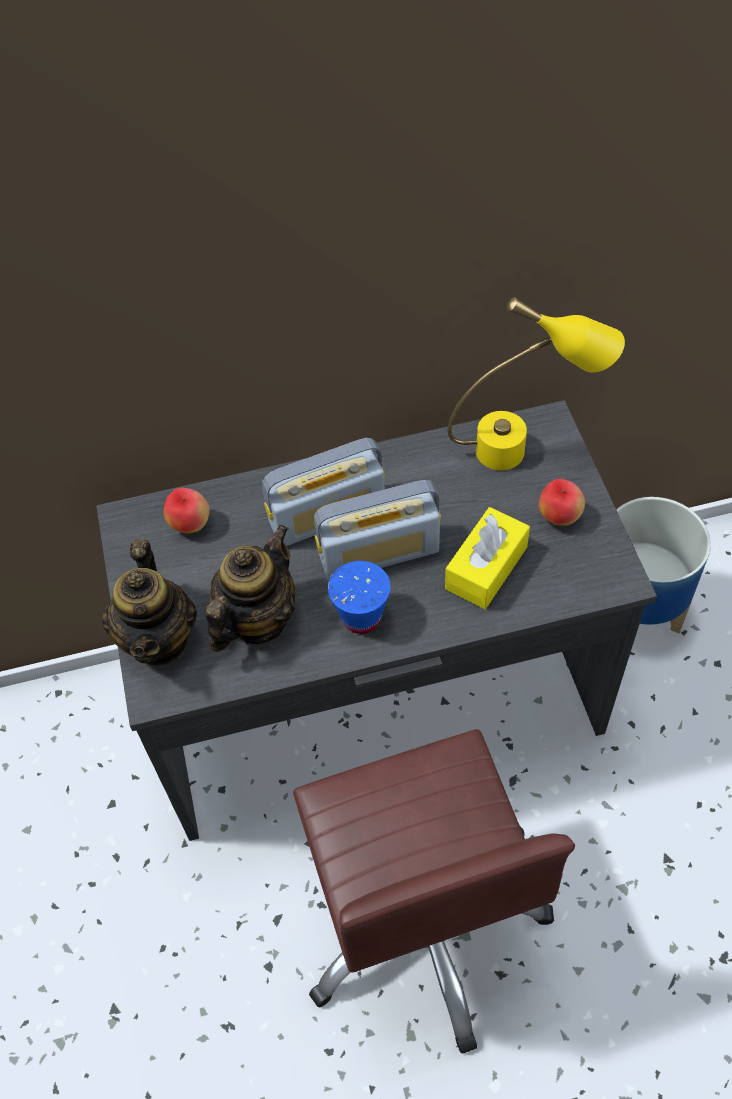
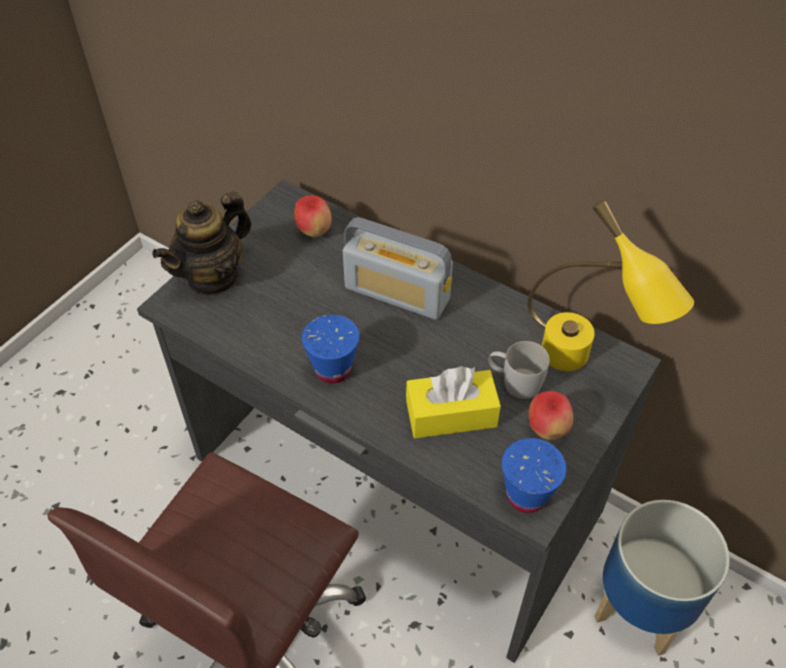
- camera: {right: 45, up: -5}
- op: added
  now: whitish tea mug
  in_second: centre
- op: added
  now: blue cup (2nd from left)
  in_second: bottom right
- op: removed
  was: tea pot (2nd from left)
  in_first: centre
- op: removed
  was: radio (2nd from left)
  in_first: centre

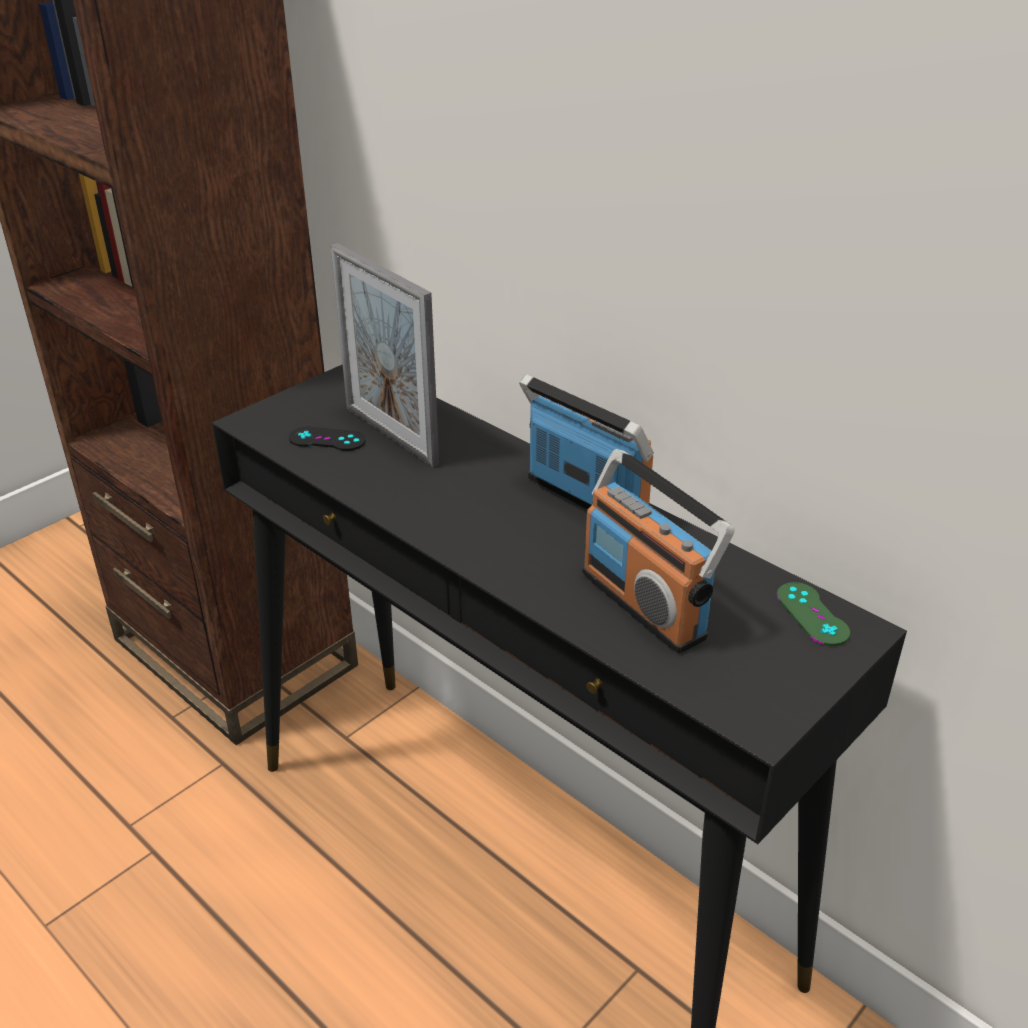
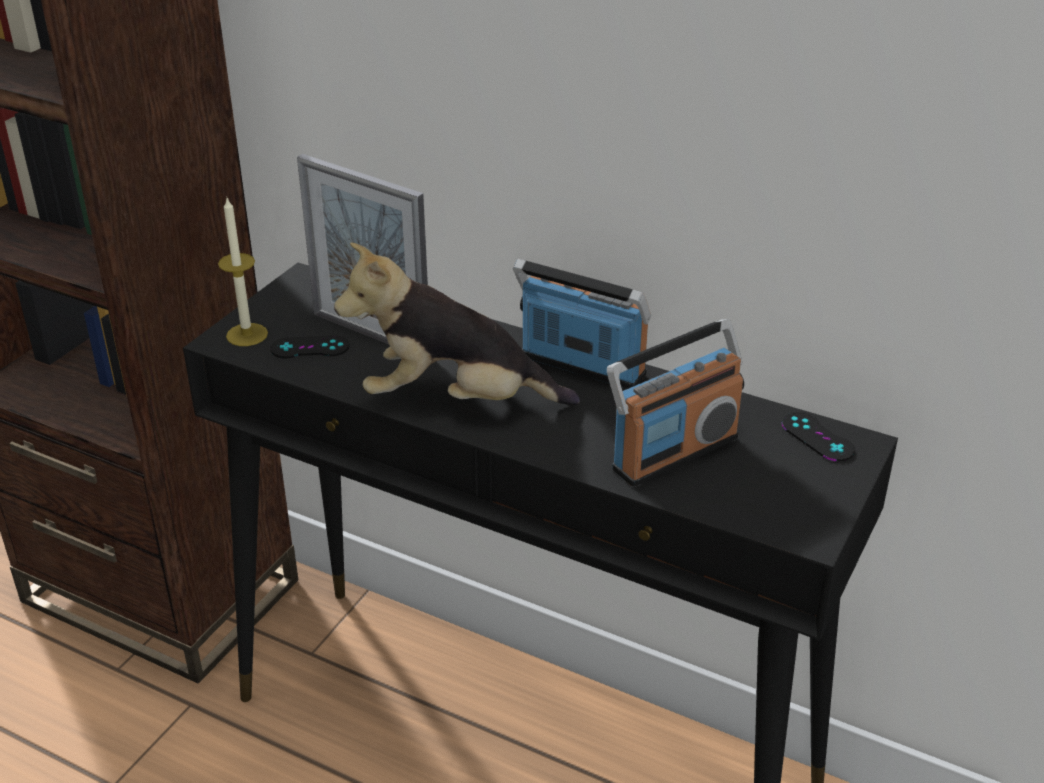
- camera: {right: -15, up: 0}
- op: added
  now: candle
  in_second: middle left
- op: added
  now: plush toy
  in_second: centre
- op: turned
  was: radio (2nd from left)
  in_first: centre
  in_second: centre
  clockwise: -75
- op: recoloured
  was: green-coloured joypad
  now: black-coloured joypad (2nd from left)
  in_first: middle right
  in_second: middle right

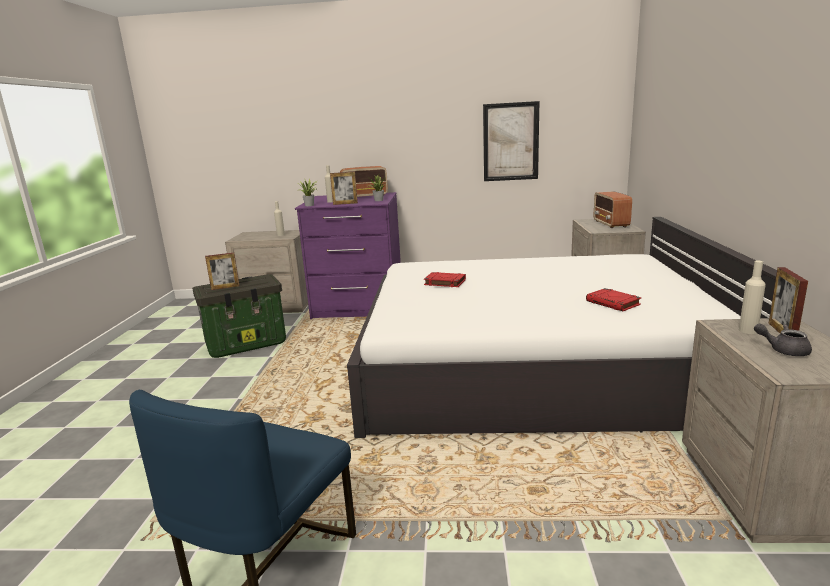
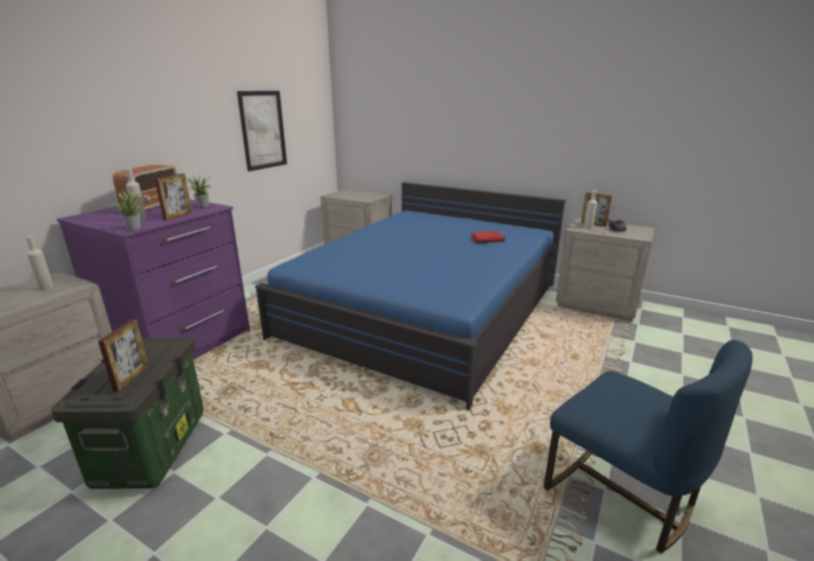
- camera: {right: -65, up: 5}
- op: recoloured
  was: whitish bedroom bed
  now: blue bedroom bed
  in_first: middle right
  in_second: centre
- op: removed
  was: red-coloured bound book (1st from left)
  in_first: centre
- op: removed
  was: radio (2nd from left)
  in_first: middle right

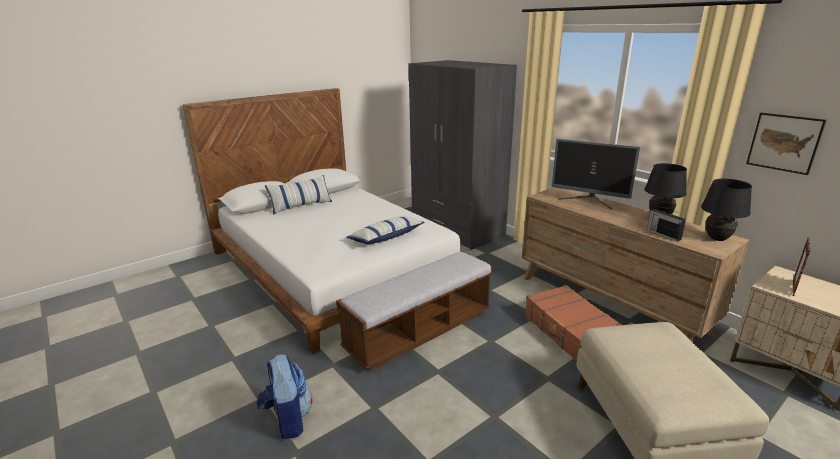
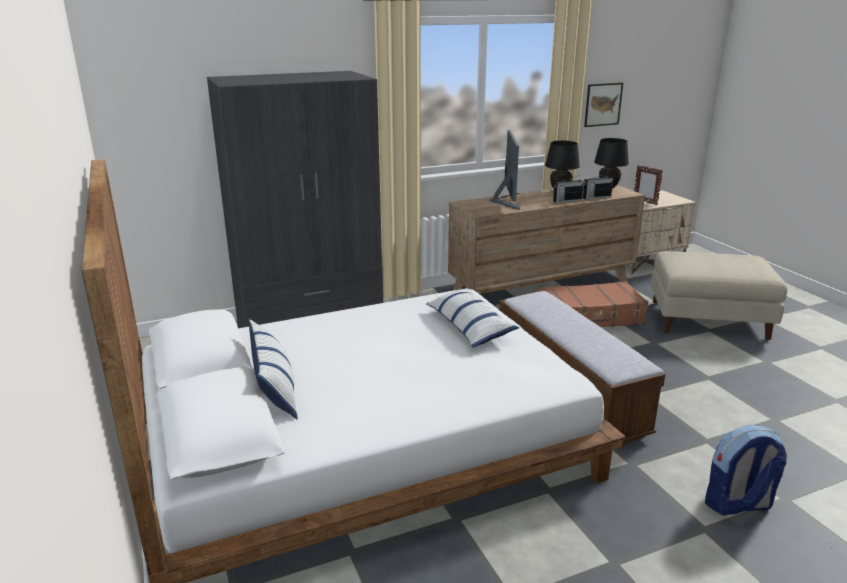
- camera: {right: -75, up: 0}
- op: turned
  was: monitor
  in_first: middle right
  in_second: top centre
  clockwise: -45
- op: added
  now: radio (1st from left)
  in_second: top right

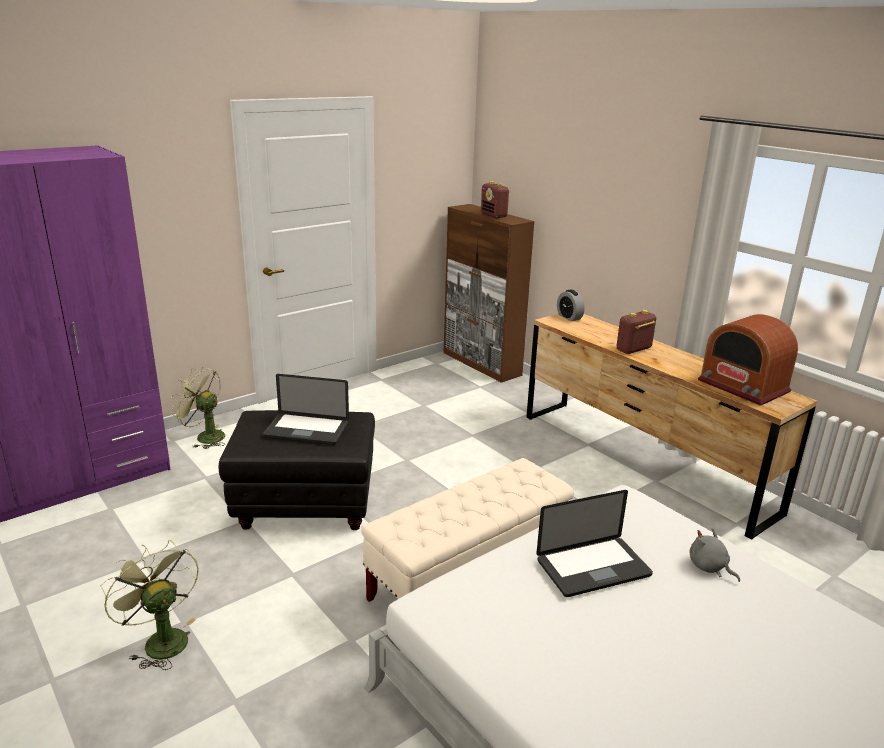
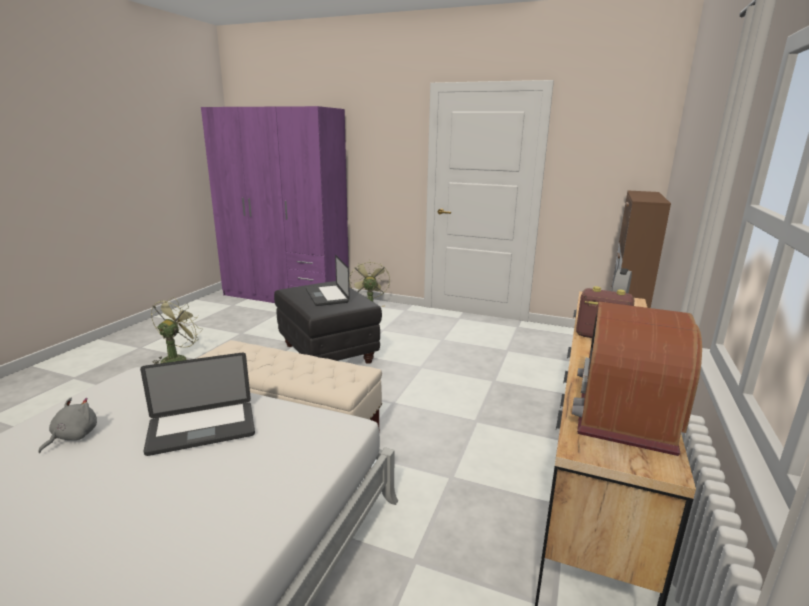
- camera: {right: 60, up: -5}
- op: moved
  was: grey plush toy
  in_first: bottom right
  in_second: bottom left
- op: turned
  was: laptop (2nd from left in the first image)
  in_first: bottom right
  in_second: bottom left
  clockwise: -60
- op: removed
  was: radio (1st from left)
  in_first: top centre

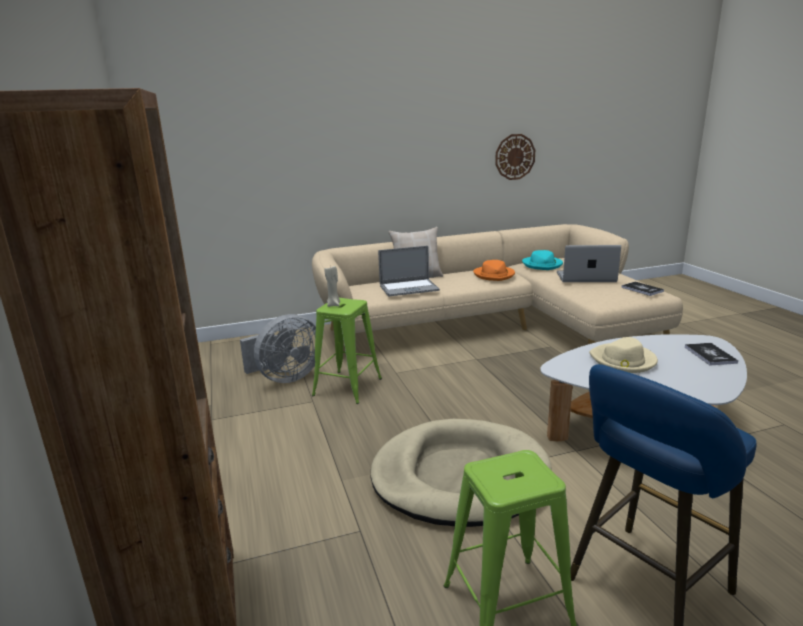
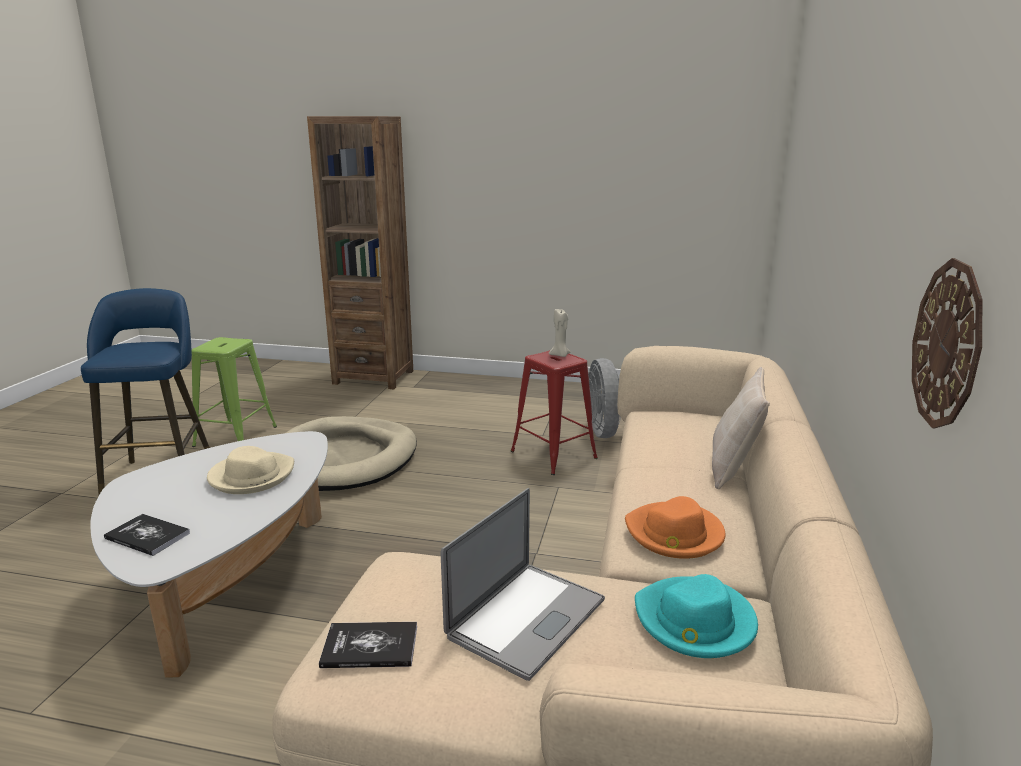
- camera: {right: 120, up: 0}
- op: recoloured
  was: green-coloured stool seat (1st from left)
  now: red-coloured stool seat
  in_first: centre
  in_second: centre
- op: removed
  was: laptop (1st from left)
  in_first: centre

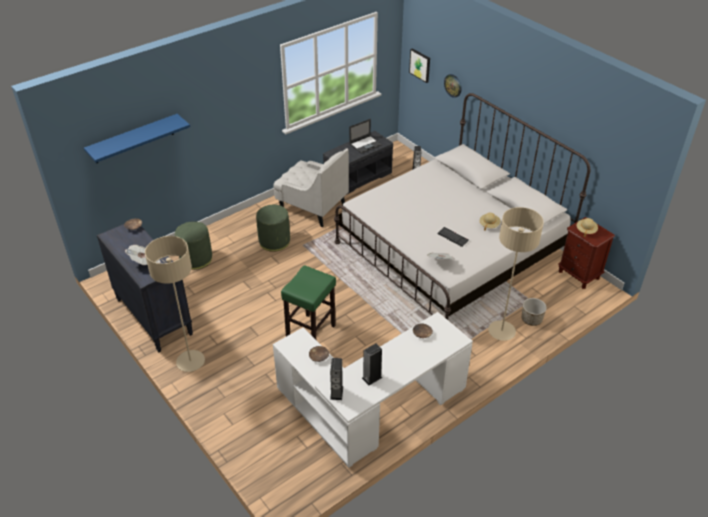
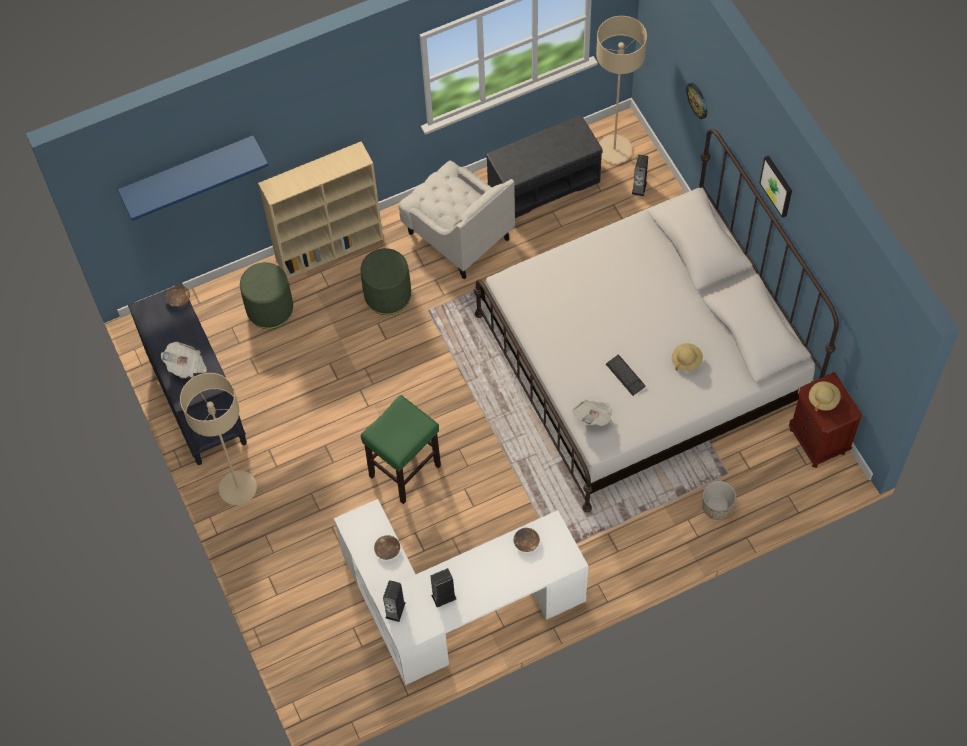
- camera: {right: 15, up: 20}
- op: added
  now: beige shelving unit
  in_second: top left
- op: moved
  was: beige standard lamp (2nd from left)
  in_first: middle right
  in_second: top centre
- op: moved
  was: wall picture
  in_first: top centre
  in_second: top right
- op: removed
  was: laptop
  in_first: top centre

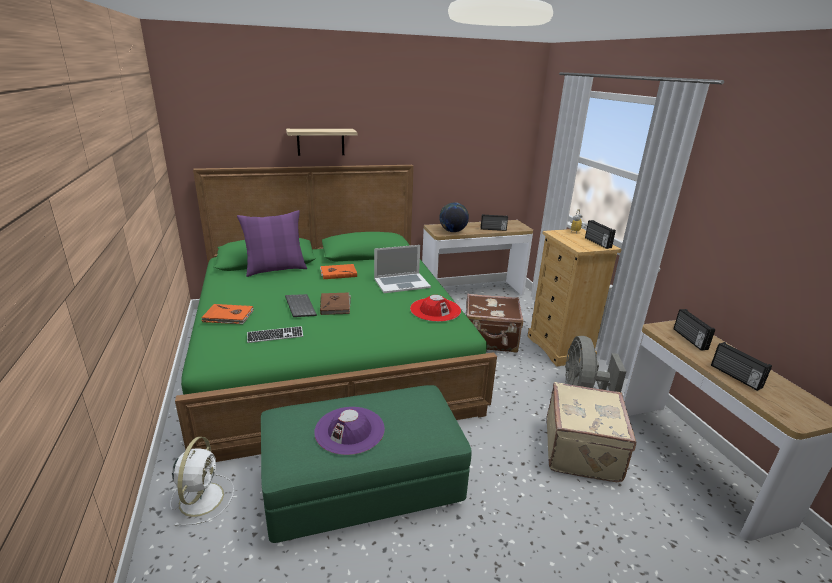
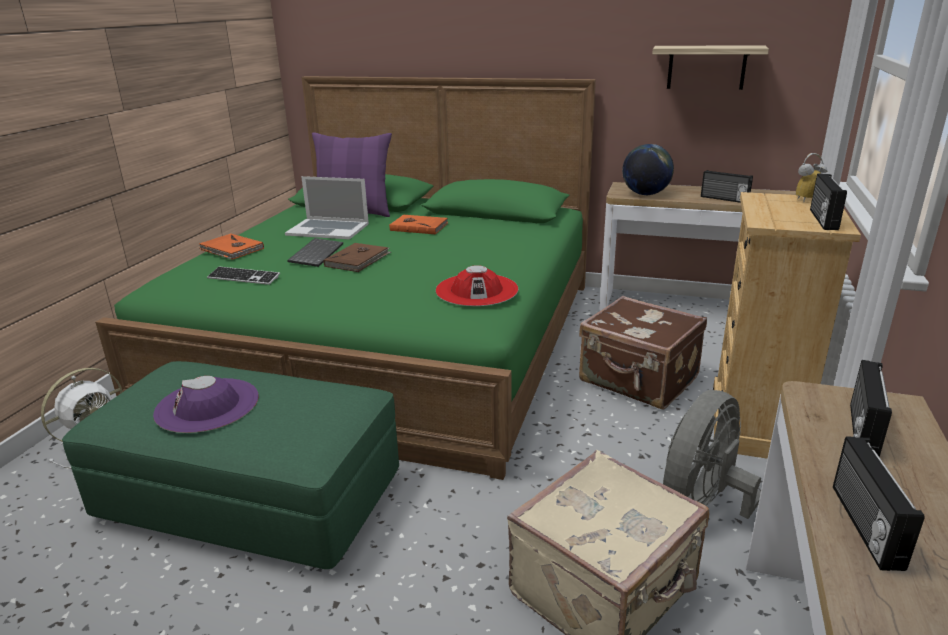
- camera: {right: 35, up: 0}
- op: moved
  was: laptop
  in_first: centre
  in_second: top centre
- op: moved
  was: bracket shelf
  in_first: top centre
  in_second: top right

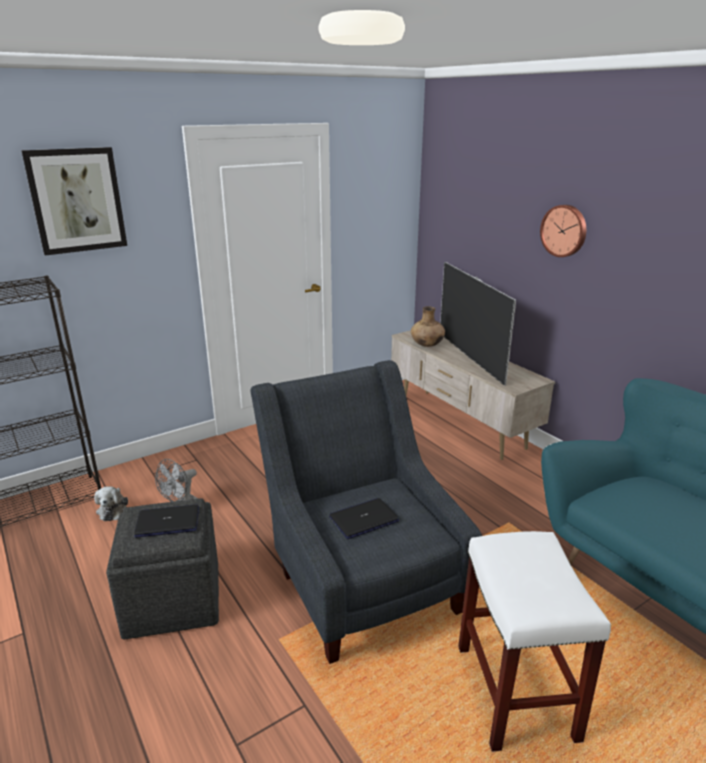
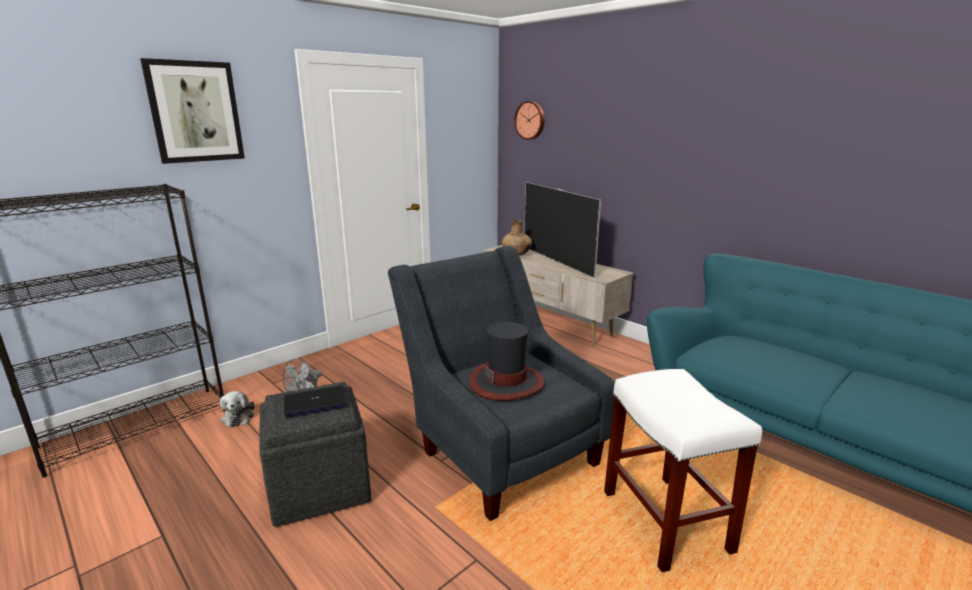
- camera: {right: -10, up: -5}
- op: replaced
  was: laptop (2nd from left)
  now: clothing hat
  in_first: bottom centre
  in_second: centre
- op: moved
  was: clock on the wall
  in_first: top right
  in_second: top centre

